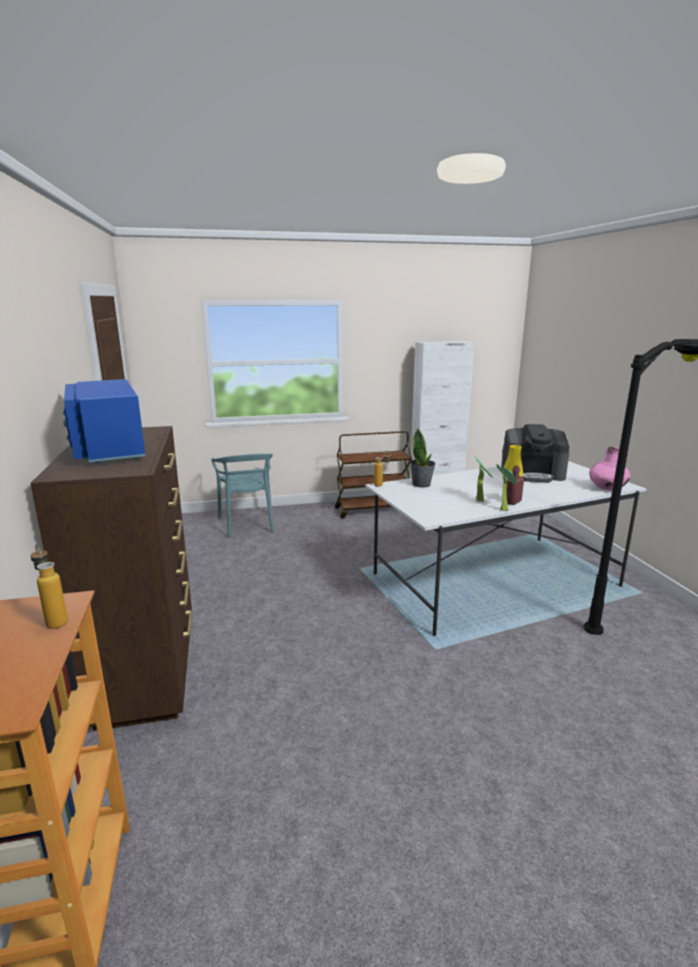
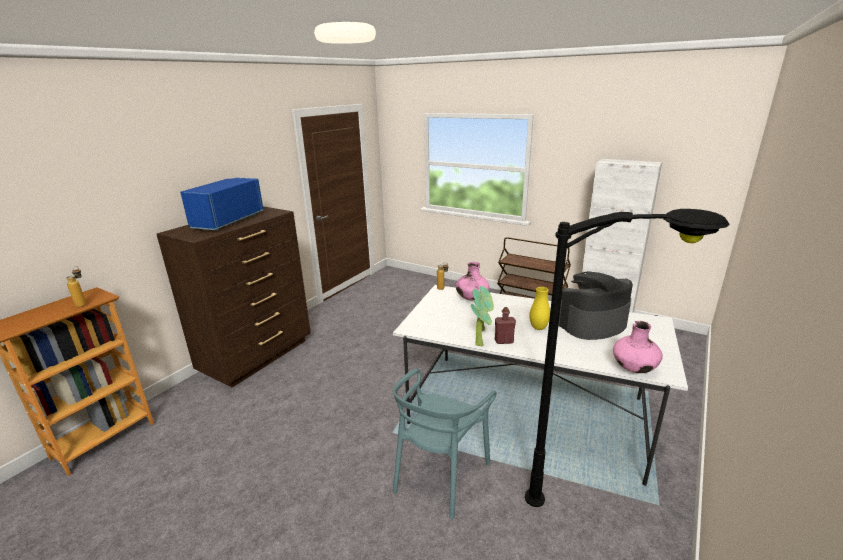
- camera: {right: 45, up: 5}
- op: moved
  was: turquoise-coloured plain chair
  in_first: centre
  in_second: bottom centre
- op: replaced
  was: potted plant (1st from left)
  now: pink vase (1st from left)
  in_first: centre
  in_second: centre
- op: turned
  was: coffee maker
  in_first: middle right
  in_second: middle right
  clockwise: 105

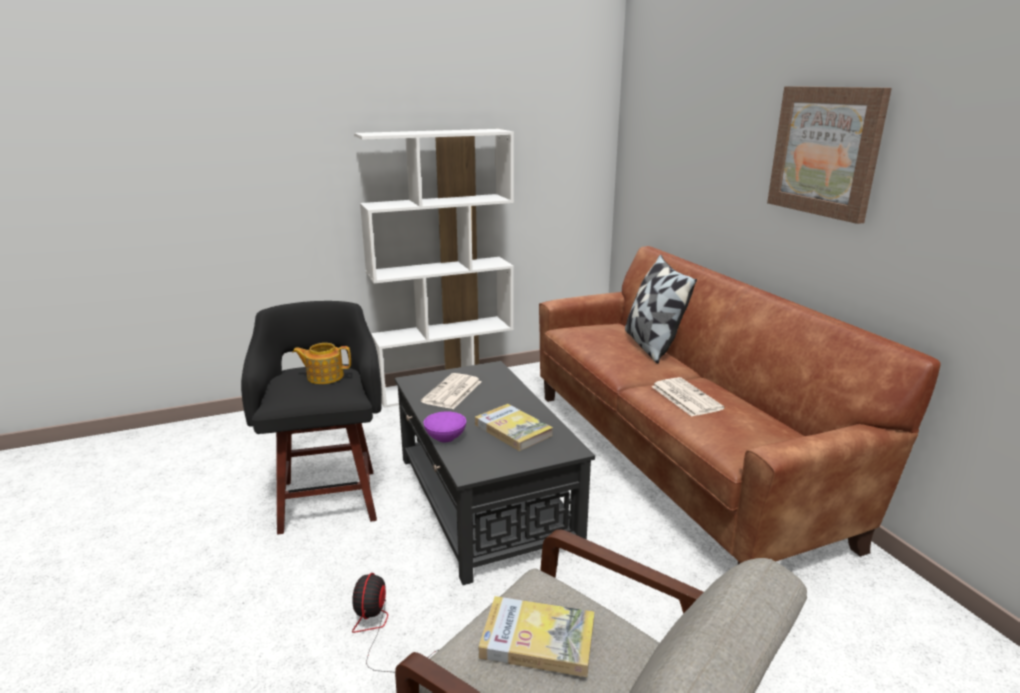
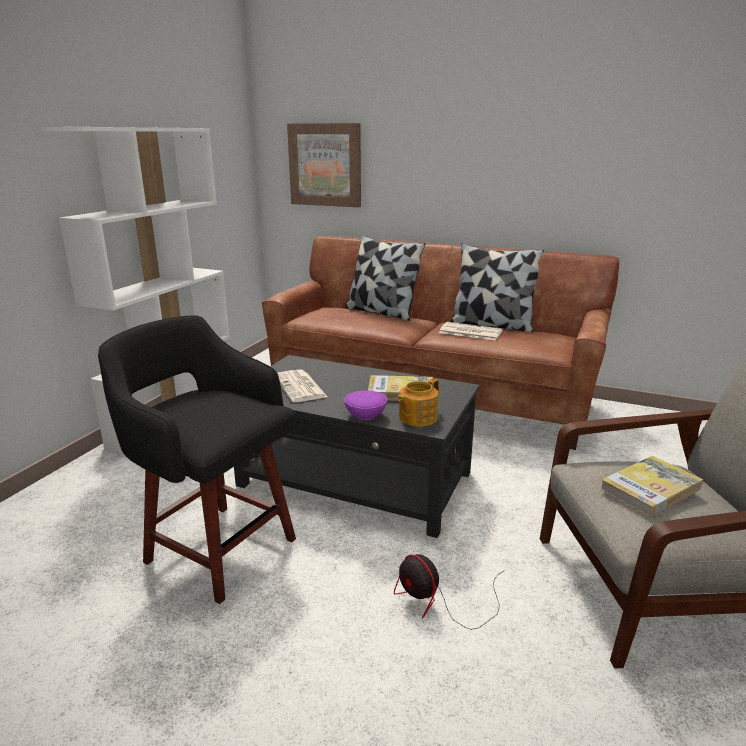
- camera: {right: -45, up: 0}
- op: moved
  was: wall picture
  in_first: top right
  in_second: top centre
- op: moved
  was: tea pot
  in_first: middle left
  in_second: centre
- op: added
  now: throw pillow (2nd from left)
  in_second: centre

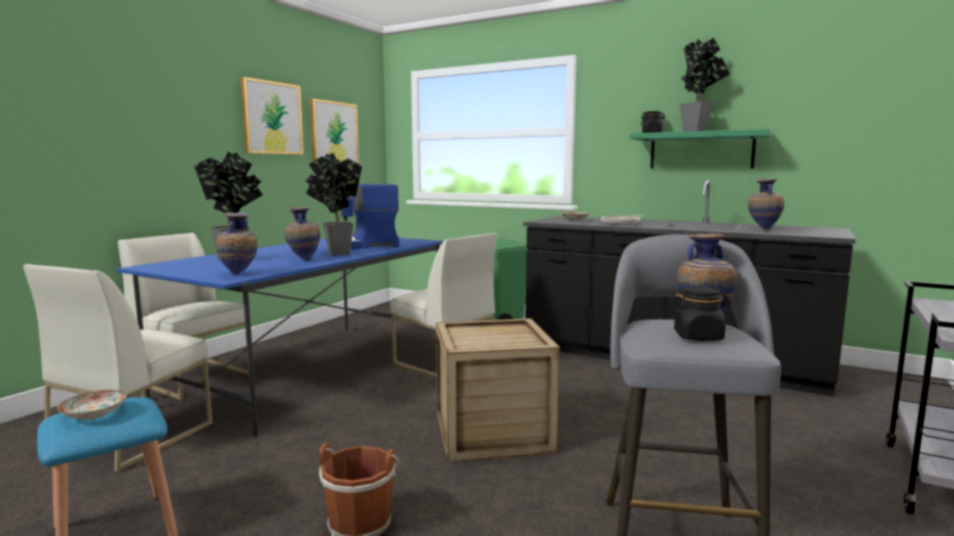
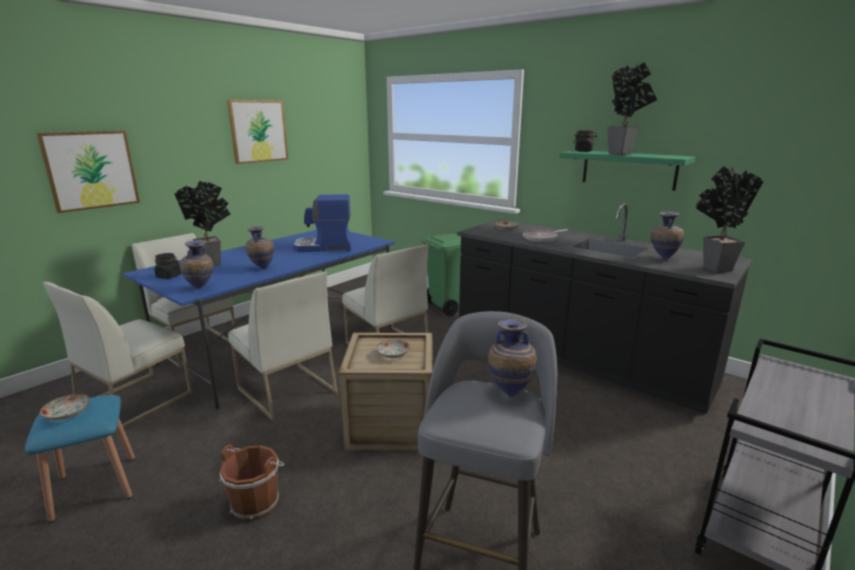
- camera: {right: 10, up: 10}
- op: moved
  was: wall picture (2nd from left in the first image)
  now: wall picture (1st from left)
  in_first: top centre
  in_second: top left
- op: moved
  was: black-coloured jar (2nd from left in the first image)
  now: black-coloured jar (1st from left)
  in_first: middle right
  in_second: middle left
- op: added
  now: whitish plain chair (3rd from left)
  in_second: middle left
- op: added
  now: dinner plate (2nd from left)
  in_second: centre
- op: moved
  was: potted plant (2nd from left in the first image)
  now: potted plant (3rd from left)
  in_first: centre
  in_second: middle right

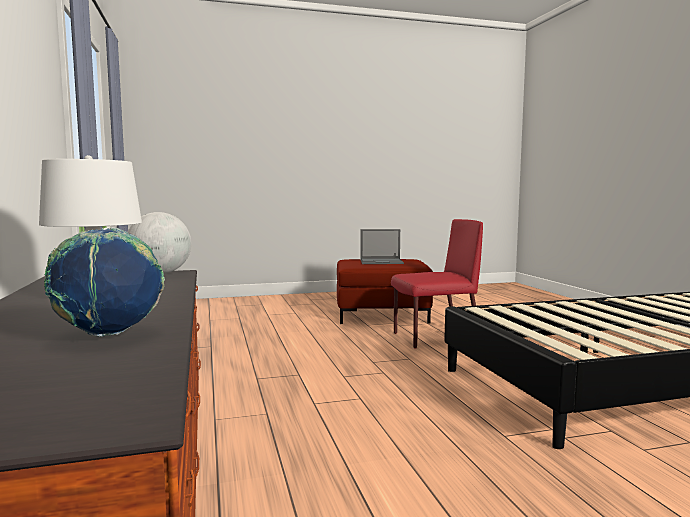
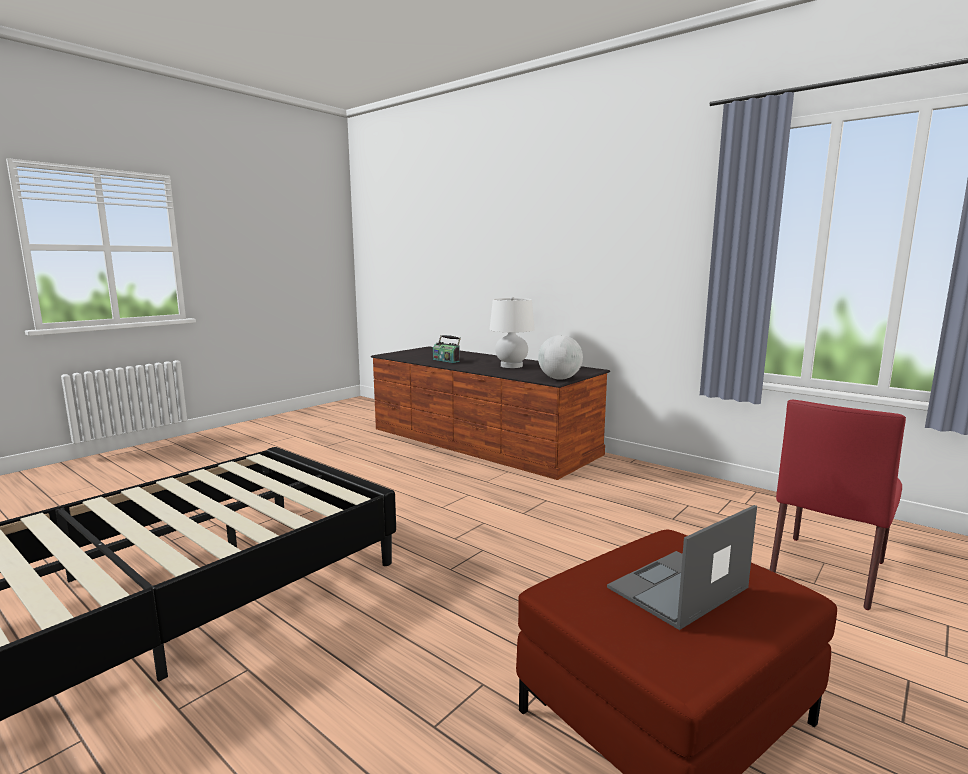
- camera: {right: 145, up: 5}
- op: replaced
  was: desk globe (1st from left)
  now: radio
  in_first: middle left
  in_second: centre
- op: moved
  was: red-coloured plain chair
  in_first: centre
  in_second: middle right

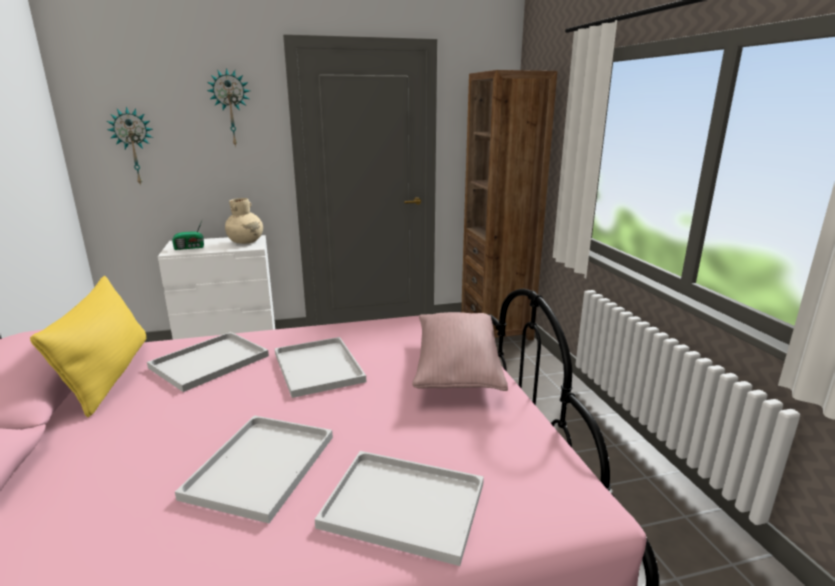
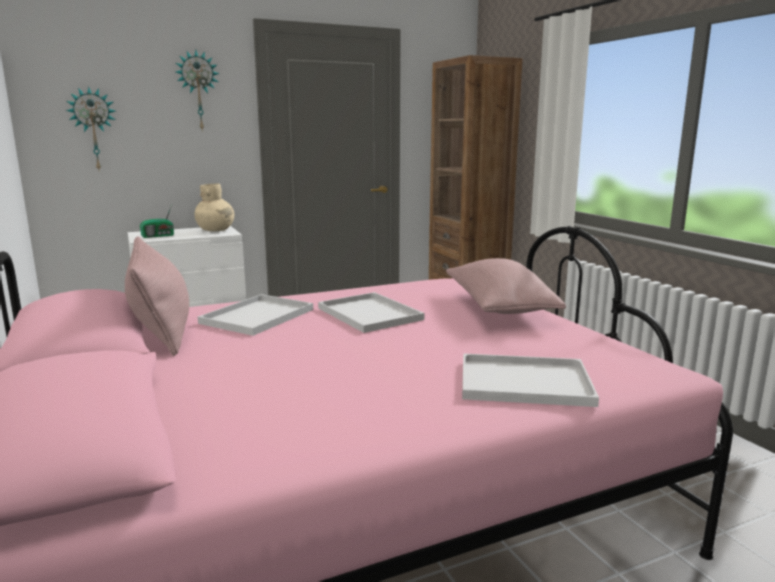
- camera: {right: -10, up: -5}
- op: recoloured
  was: yellow throw pillow
  now: pink throw pillow (1st from left)
  in_first: middle left
  in_second: middle left
- op: removed
  was: whitish serving tray (2nd from left)
  in_first: bottom left

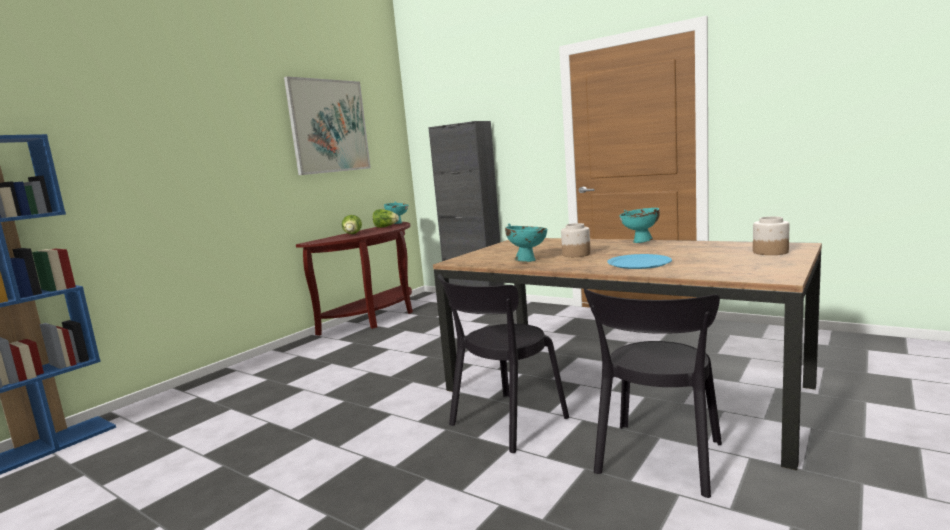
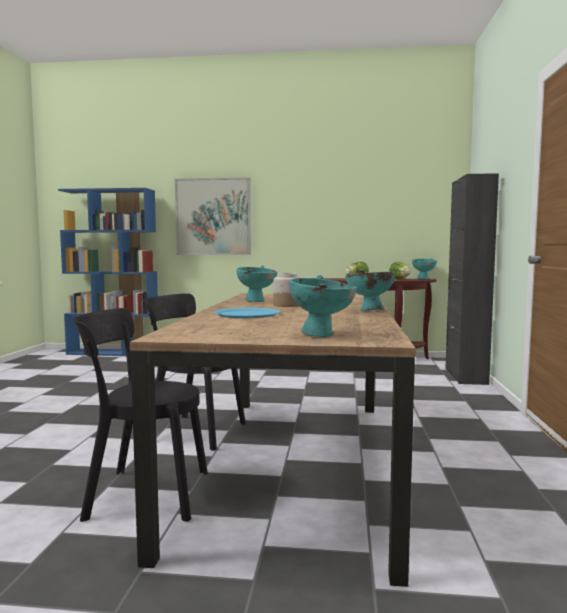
- camera: {right: 60, up: -5}
- op: moved
  was: wall picture
  in_first: top centre
  in_second: centre
- op: replaced
  was: jar (2nd from left)
  now: turquoise-coloured bowl (2nd from left)
  in_first: middle right
  in_second: centre

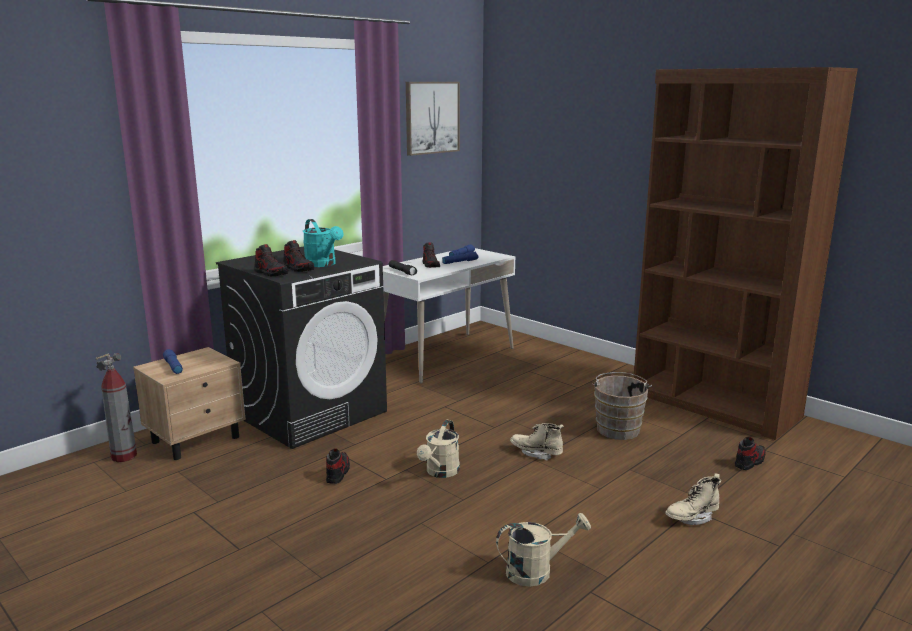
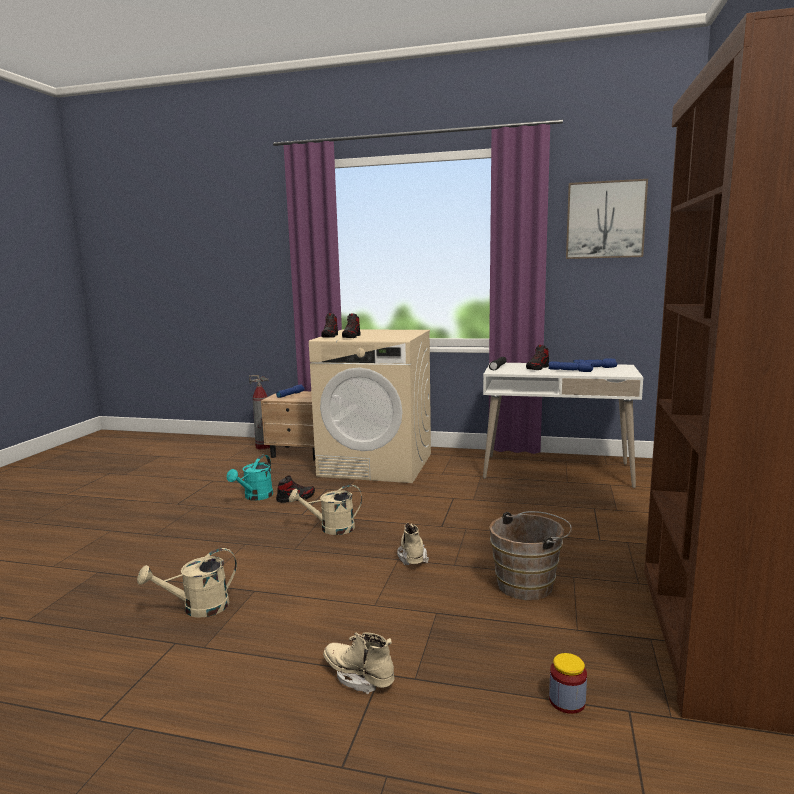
- camera: {right: 60, up: -5}
- op: turned
  was: beige watering pot (2nd from left in the first image)
  in_first: bottom centre
  in_second: bottom left
  clockwise: 105
- op: moved
  was: turquoise-coloured watering pot
  in_first: centre
  in_second: middle left
- op: recoloured
  was: black-coloured laundry machine
  now: beige laundry machine
  in_first: middle left
  in_second: centre
- op: replaced
  was: low shoe (5th from left)
  now: jar
  in_first: bottom right
  in_second: bottom right

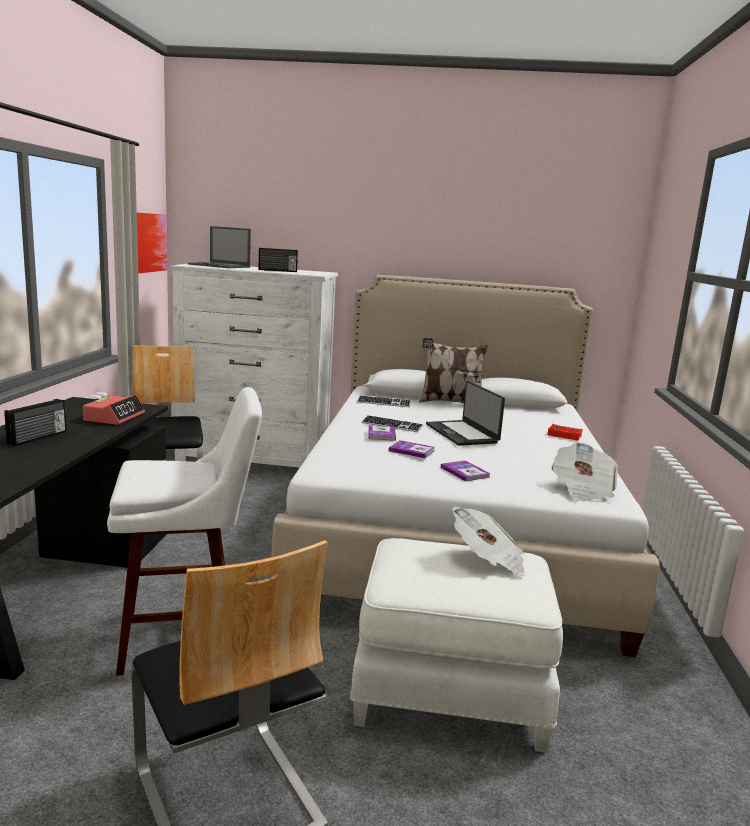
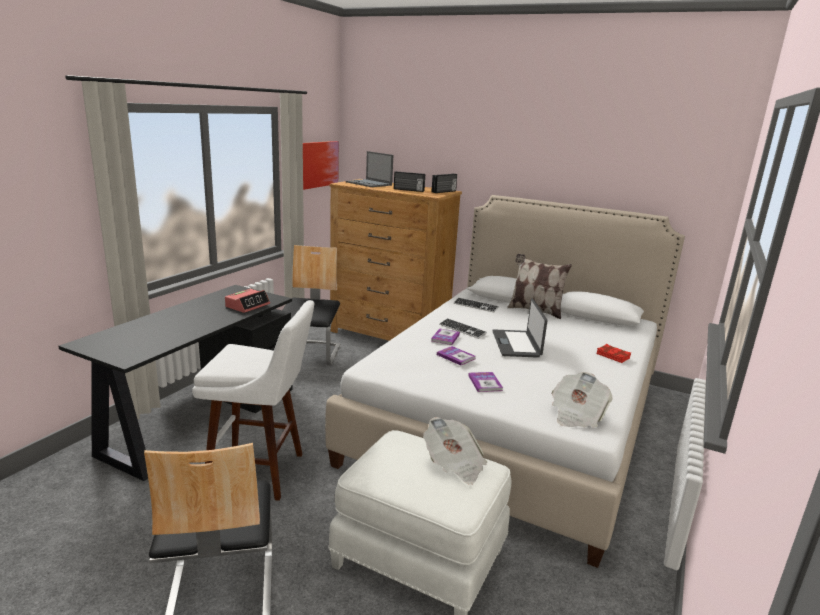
- camera: {right: 20, up: 5}
- op: recoloured
  was: whitish drawer chest
  now: brownish drawer chest
  in_first: centre
  in_second: centre
- op: moved
  was: radio (1st from left in the first image)
  now: radio (2nd from left)
  in_first: middle left
  in_second: top centre

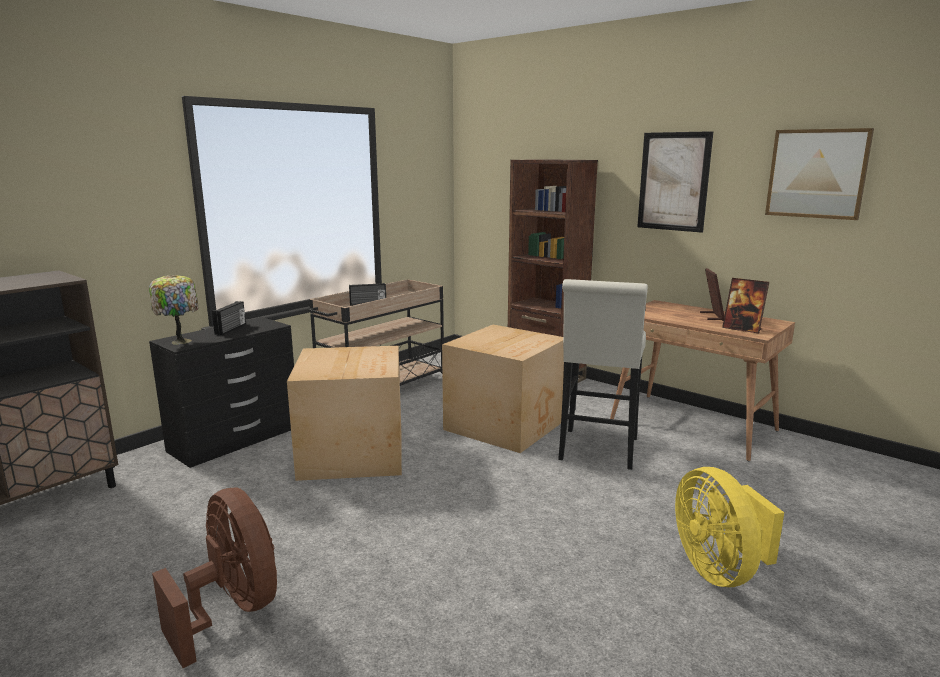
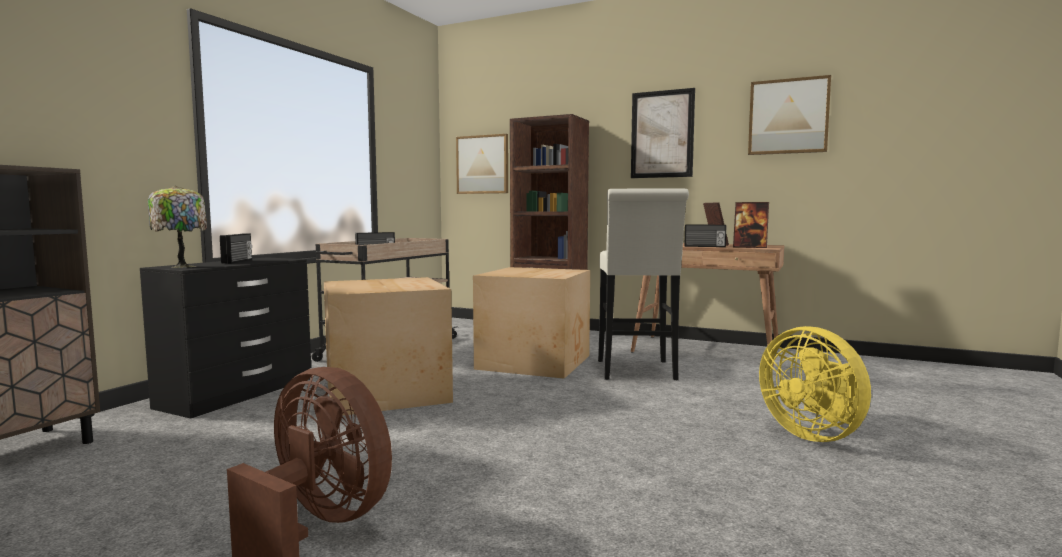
- camera: {right: -15, up: -10}
- op: added
  now: wall picture (1st from left)
  in_second: top centre
- op: added
  now: radio (3rd from left)
  in_second: centre

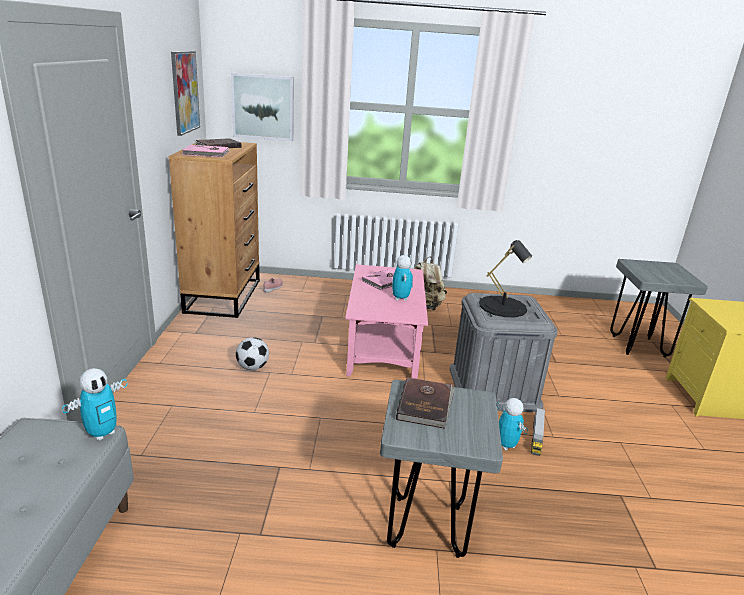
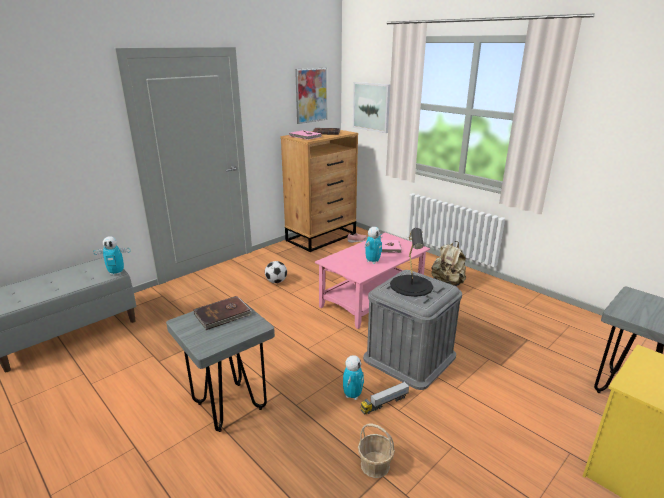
- camera: {right: 45, up: 0}
- op: added
  now: basket
  in_second: bottom centre

